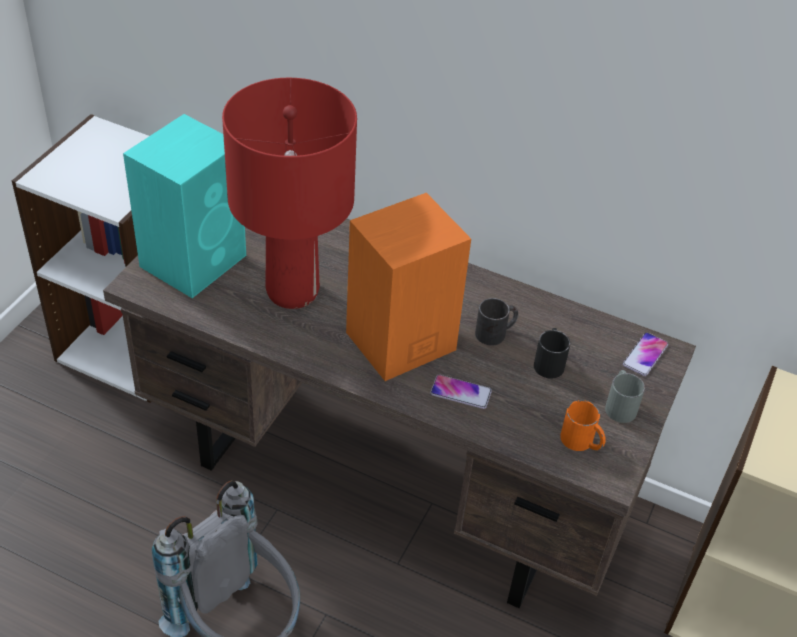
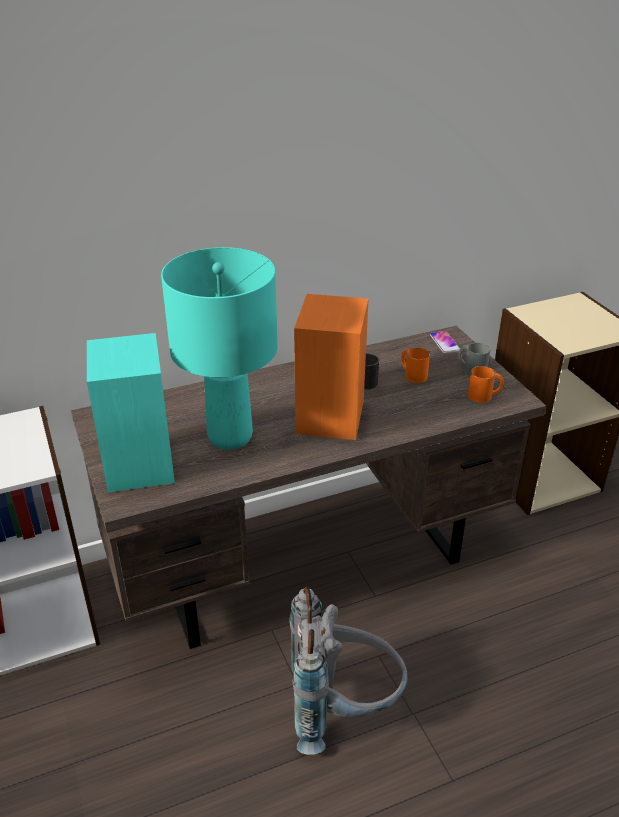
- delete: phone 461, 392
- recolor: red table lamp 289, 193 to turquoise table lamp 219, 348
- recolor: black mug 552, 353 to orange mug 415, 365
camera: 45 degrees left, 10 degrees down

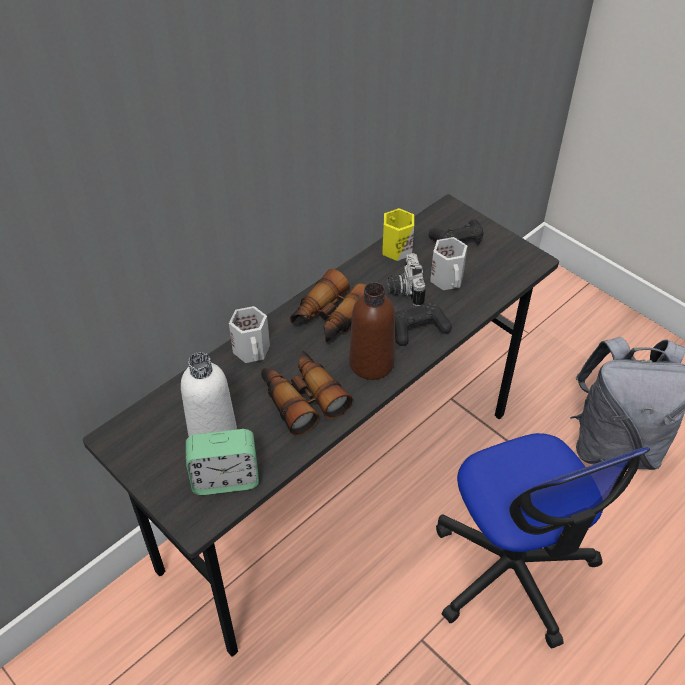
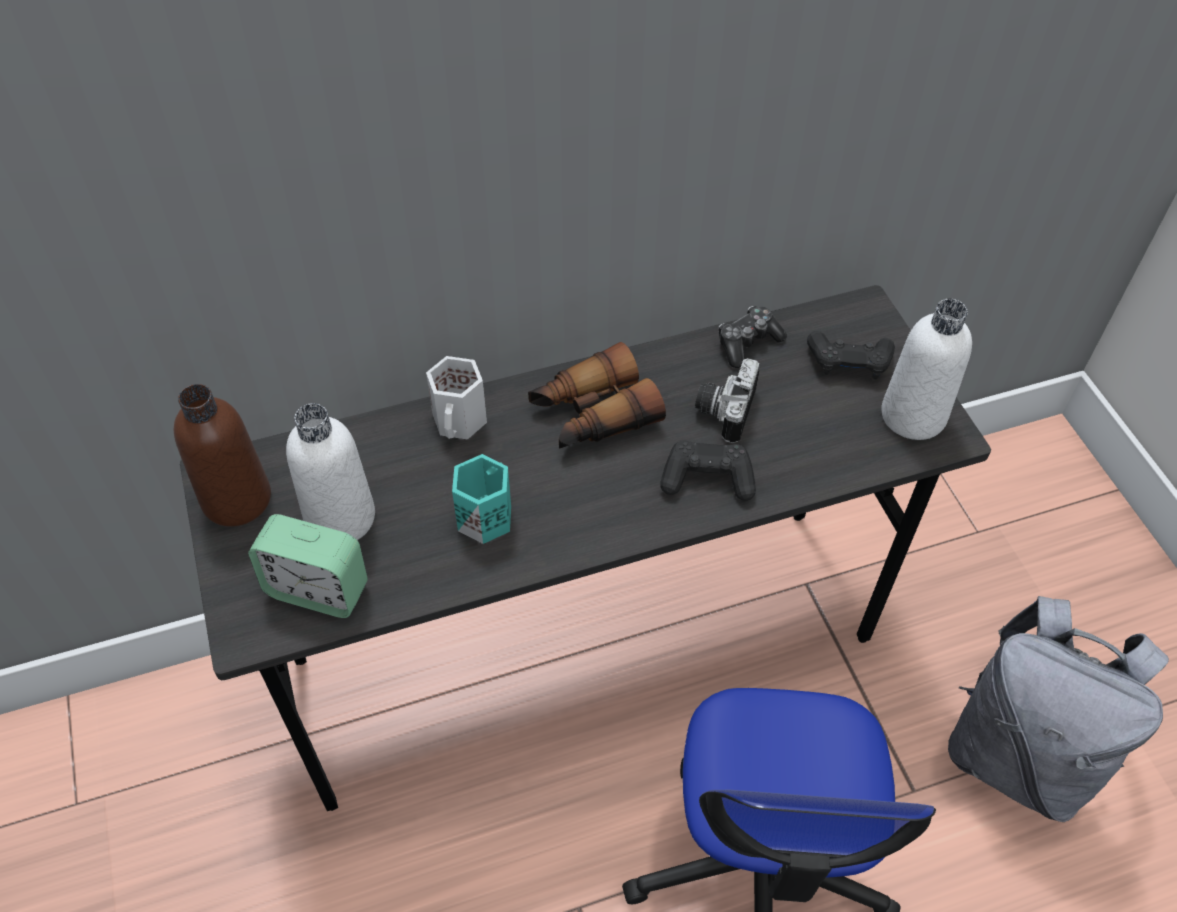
- delete: white mug 449, 263
- insert: white bottle 926, 369
- move: brown bottle 372, 331 to 222, 455
- replace: binoculars 307, 393 to turquoise mug 481, 499
- replace: yellow mug 398, 234 to game controller 752, 337
camera: 25 degrees right, 5 degrees up

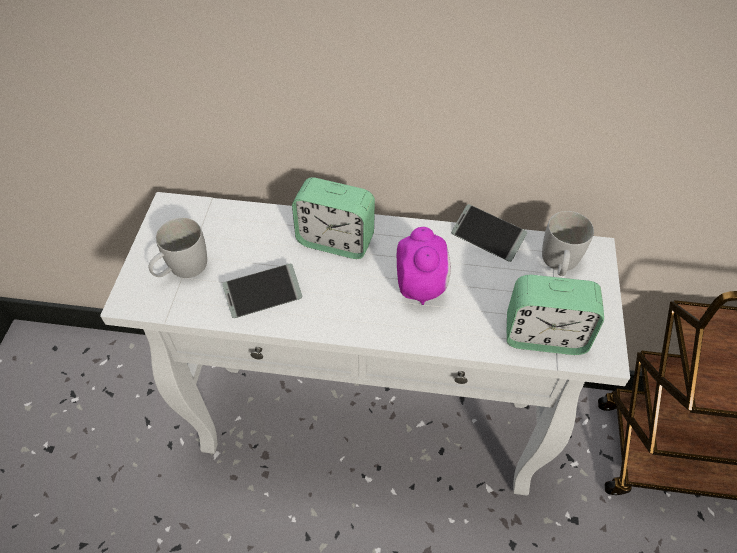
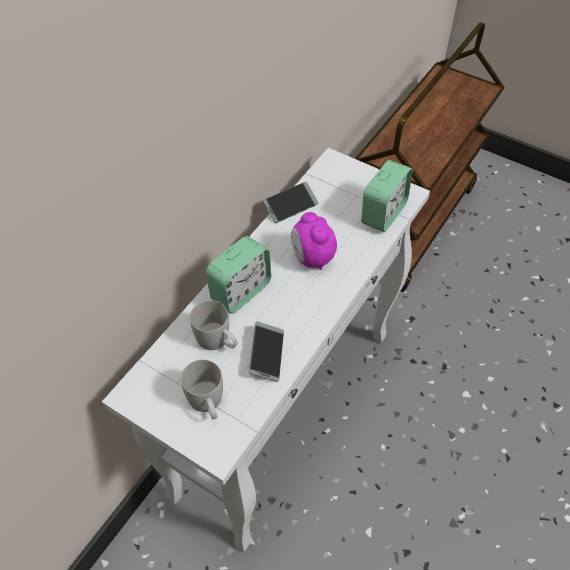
- move: white mug 568, 243 to 213, 325
- rotate: alarm clock 424, 266 = 314, 241 135 degrees counterclockwise
camera: 65 degrees left, 0 degrees up

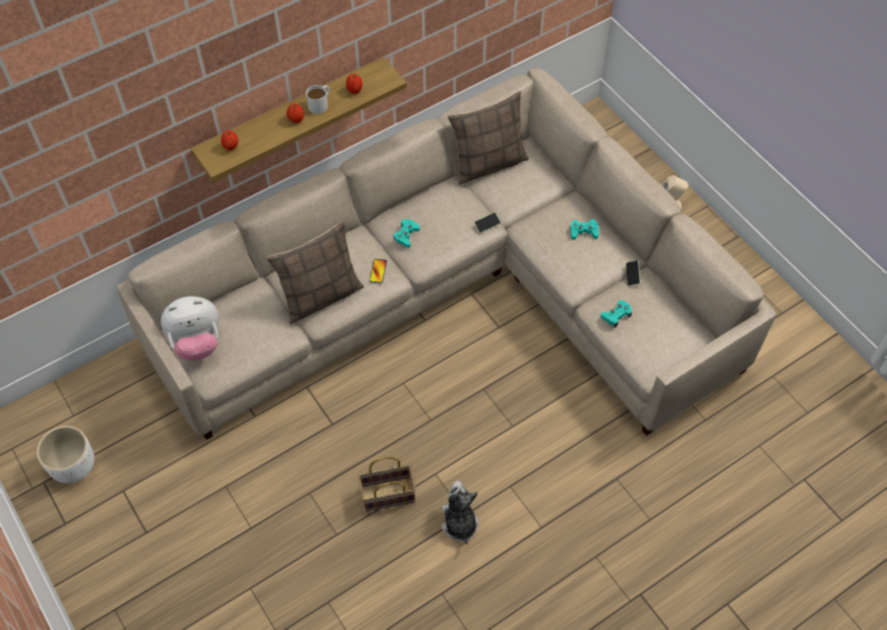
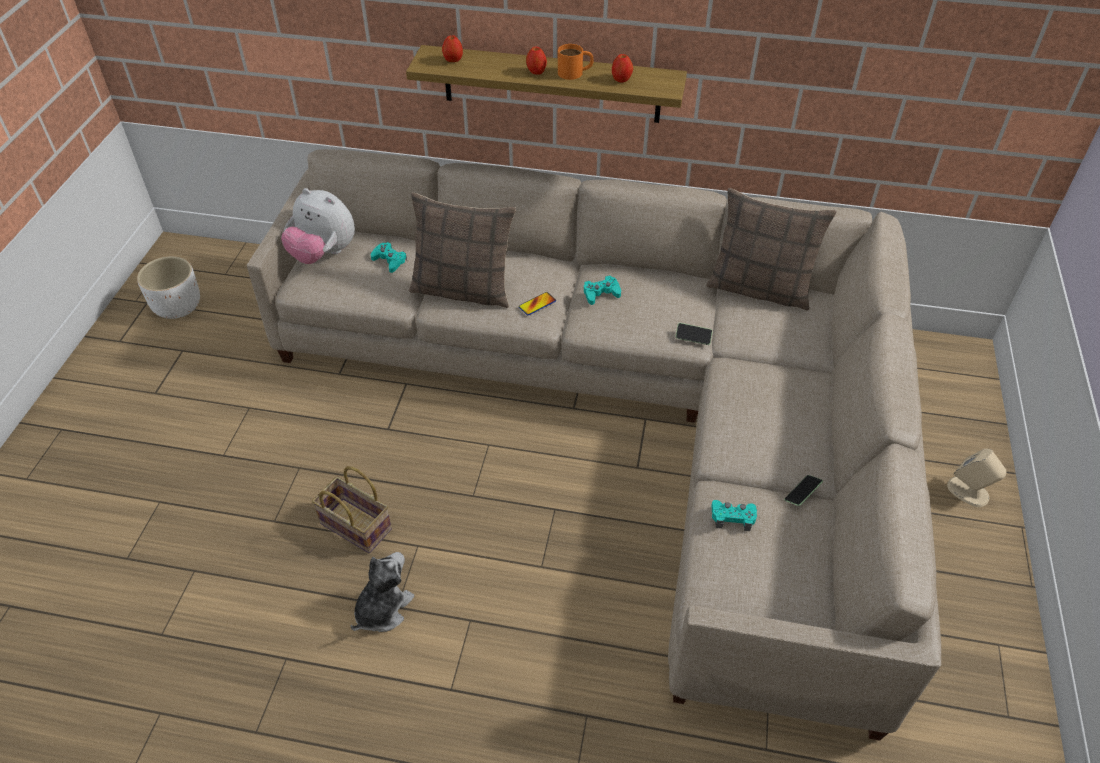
- move: turquoise game controller 584, 229 to 389, 257
- recolor: white mug 318, 99 to orange mug 576, 62
camera: 45 degrees right, 10 degrees down

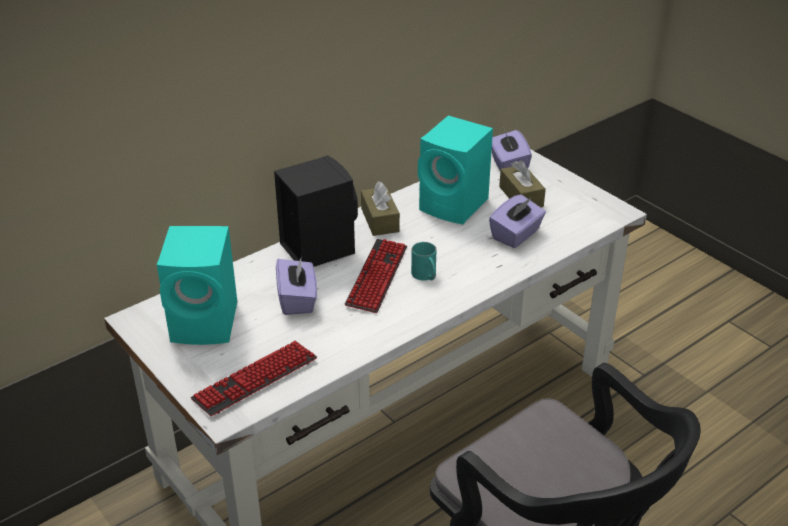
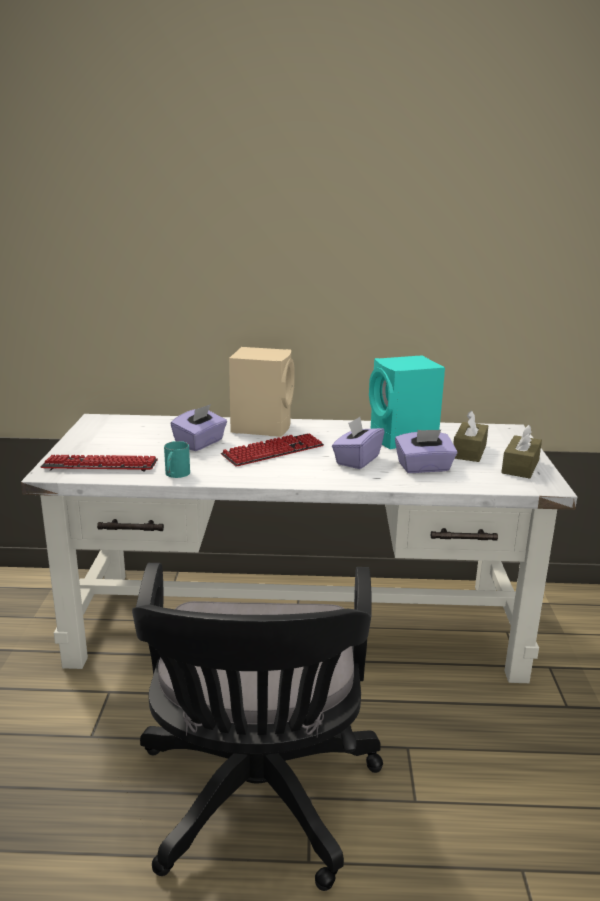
- delete: turquoise speaker 197, 285
- move: brown tissue box 380, 208 to 521, 452
- move: turquoise mug 424, 261 to 177, 459
- move: purple tissue box 512, 150 to 358, 443
- recolor: black speaker 316, 211 to beige speaker 262, 392
camera: 40 degrees right, 15 degrees down

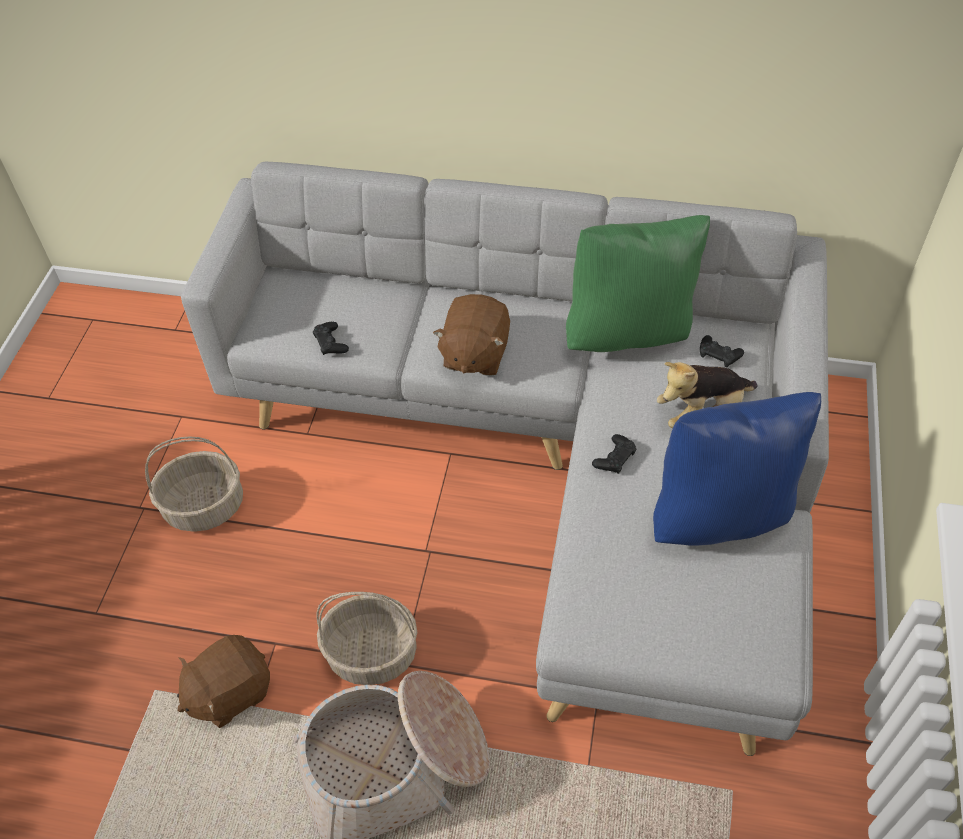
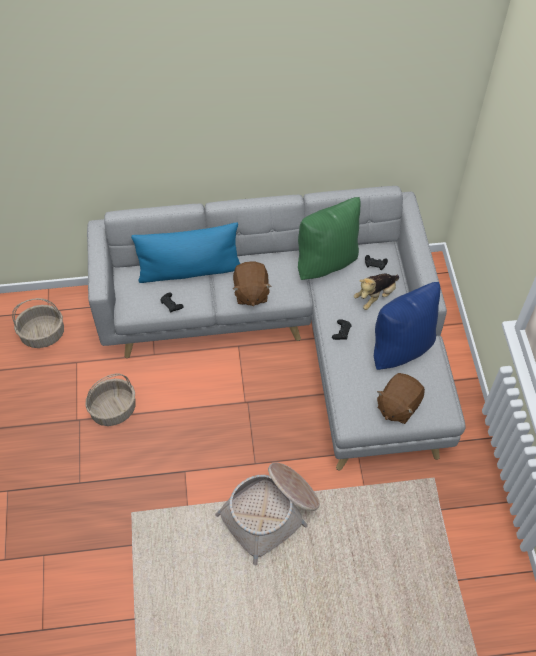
- insert: blue pillow 185, 253
- move: brown plush toy 223, 681 to 401, 398
- move: basket 366, 638 to 38, 323
camera: 20 degrees left, 5 degrees up

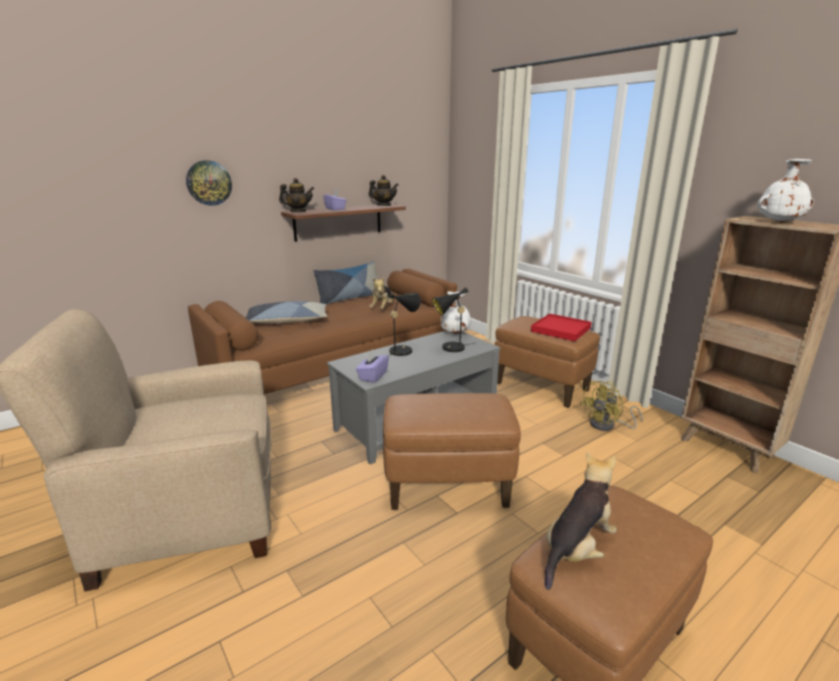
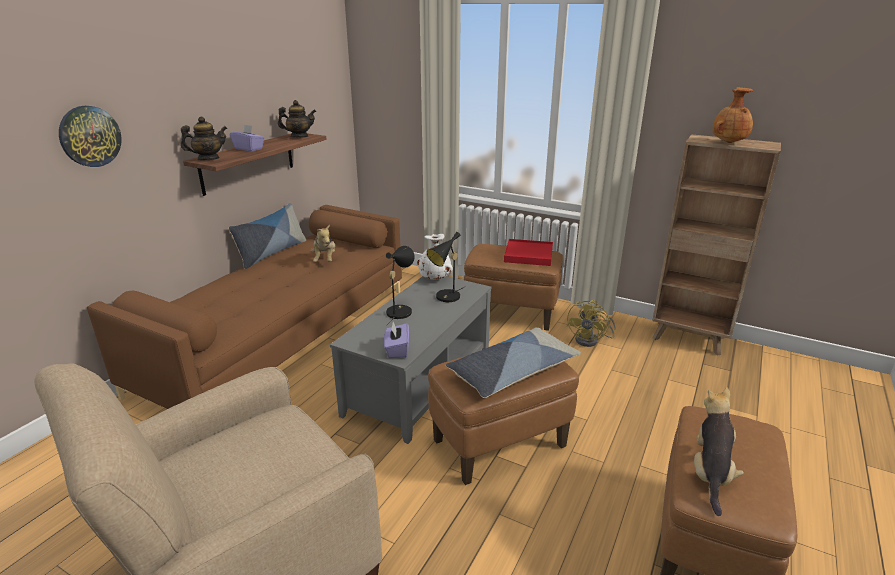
- move: pillow 286, 312 to 513, 362
- recolor: white vase 785, 191 to brown vase 732, 115
camera: 25 degrees left, 5 degrees up

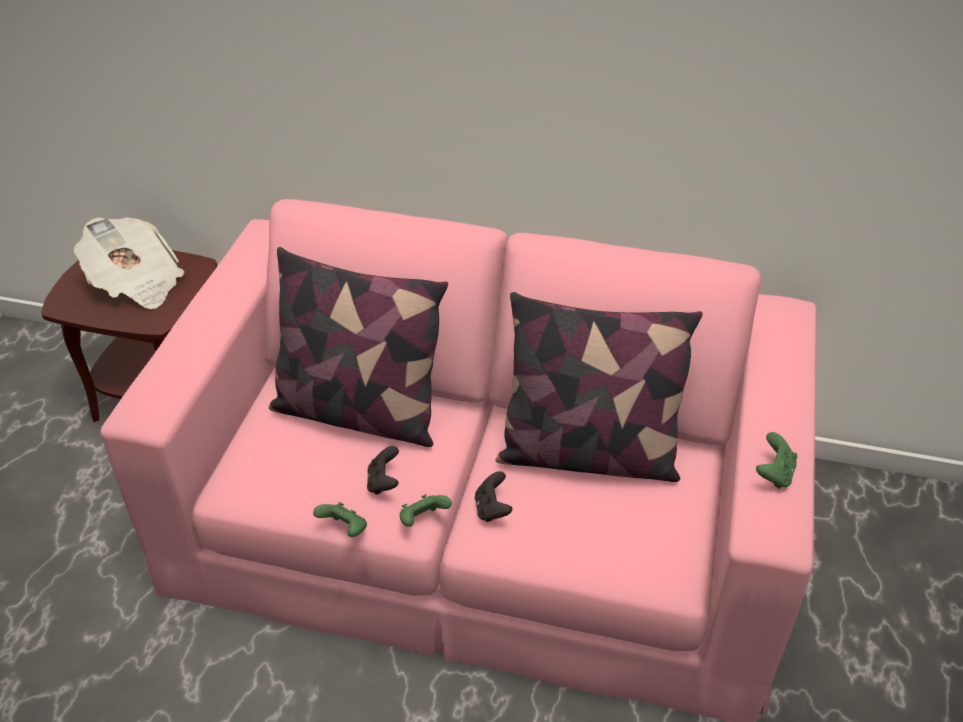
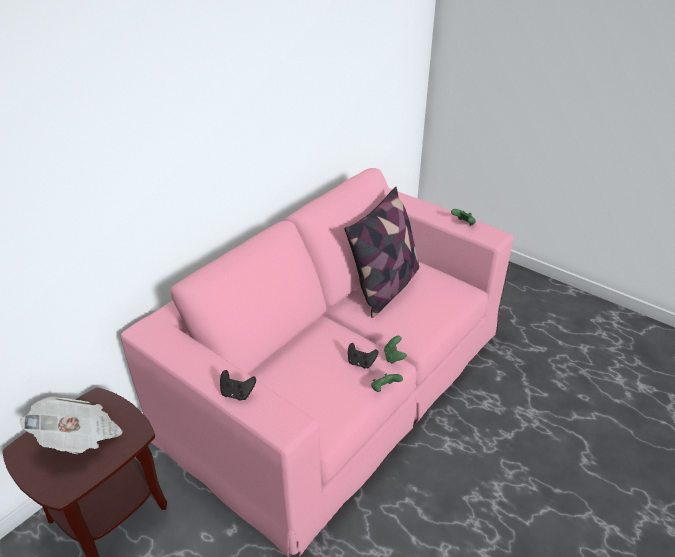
- delete: pillow 358, 347
- move: black game controller 493, 496 to 238, 385
camera: 65 degrees left, 5 degrees down

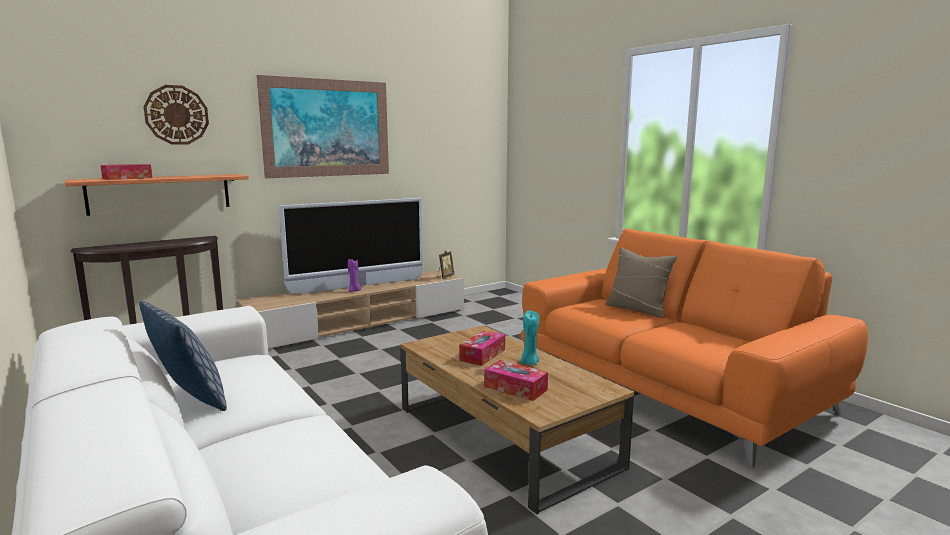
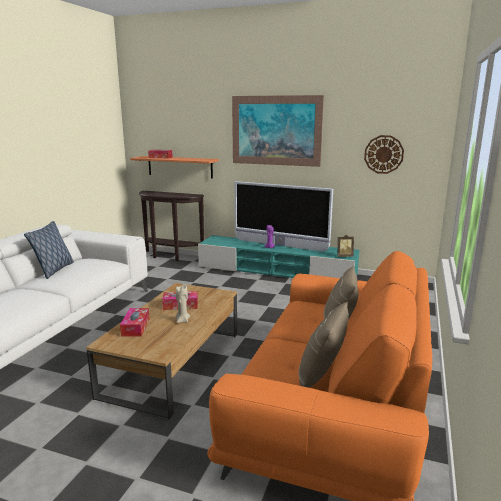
- insert: beige pillow 323, 345
- move: wall clock 176, 115 to 384, 154
- recolor: beige tv stand 350, 309 to turquoise tv stand 279, 256
- recolor: turquoise candle 530, 338 to beige candle 182, 303
camera: 55 degrees right, 5 degrees up

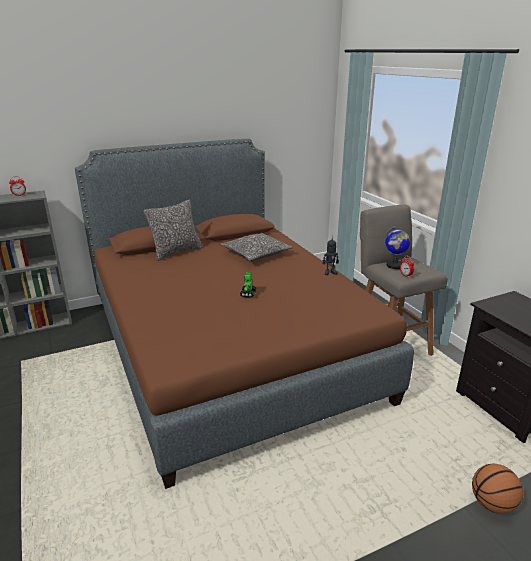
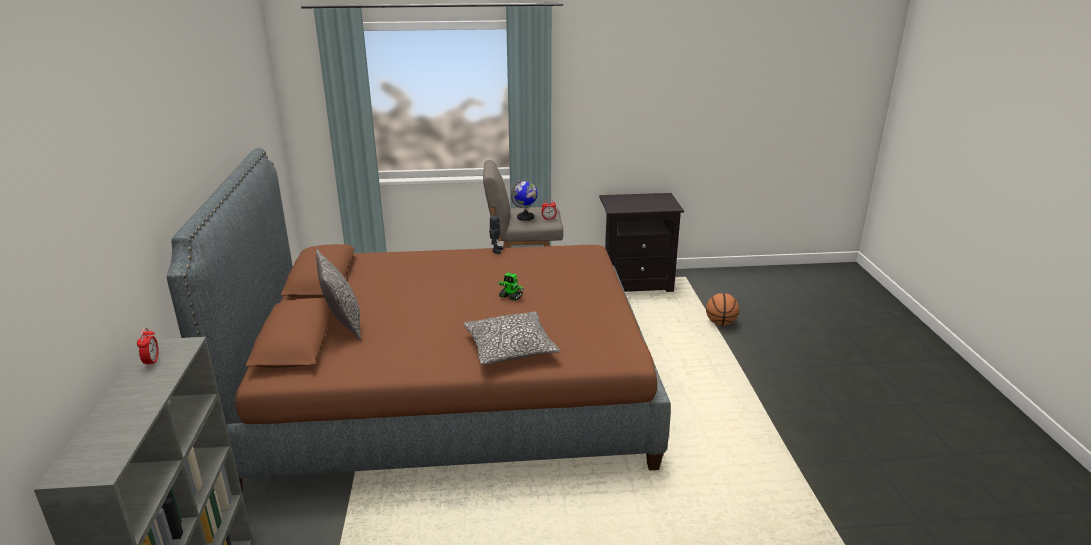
- move: pillow 257, 247 to 511, 338
camera: 70 degrees left, 0 degrees up

